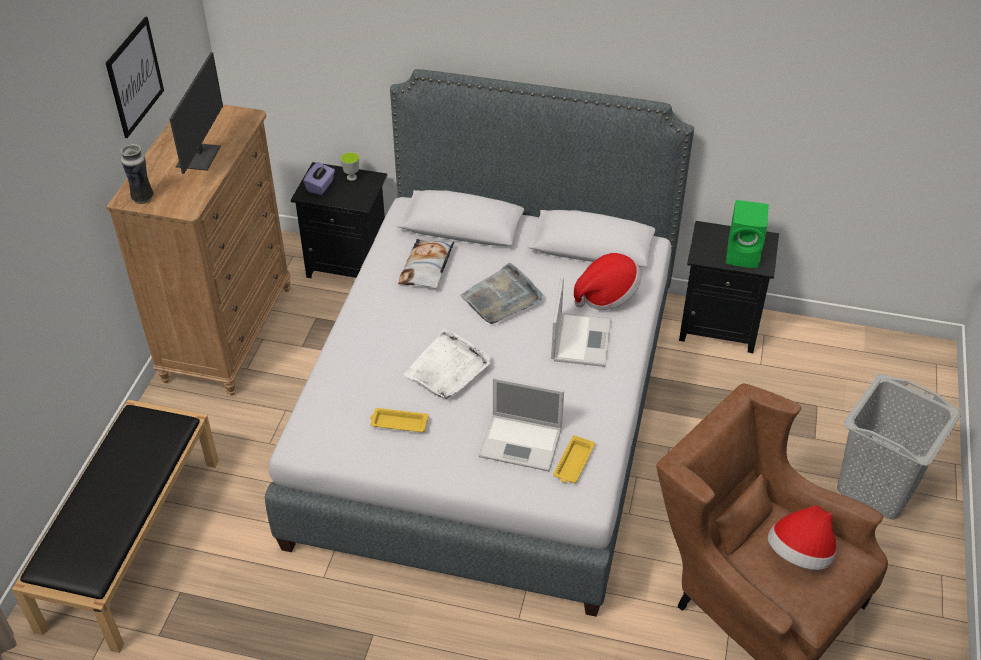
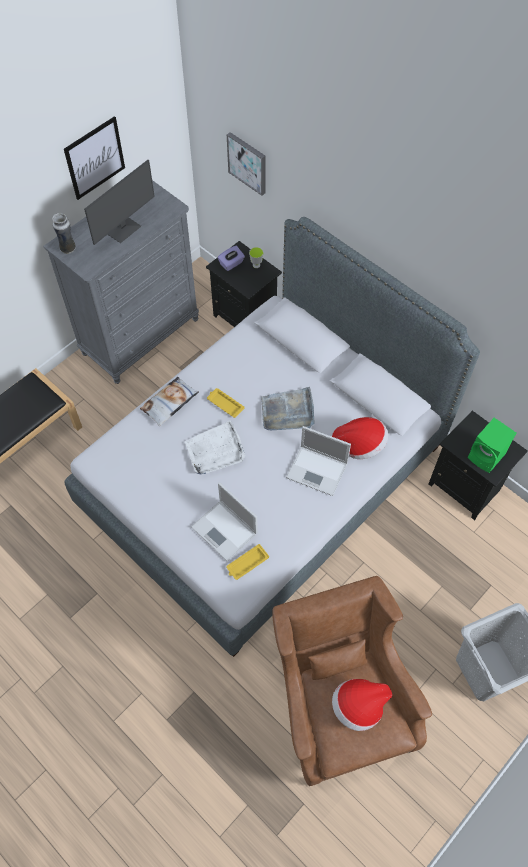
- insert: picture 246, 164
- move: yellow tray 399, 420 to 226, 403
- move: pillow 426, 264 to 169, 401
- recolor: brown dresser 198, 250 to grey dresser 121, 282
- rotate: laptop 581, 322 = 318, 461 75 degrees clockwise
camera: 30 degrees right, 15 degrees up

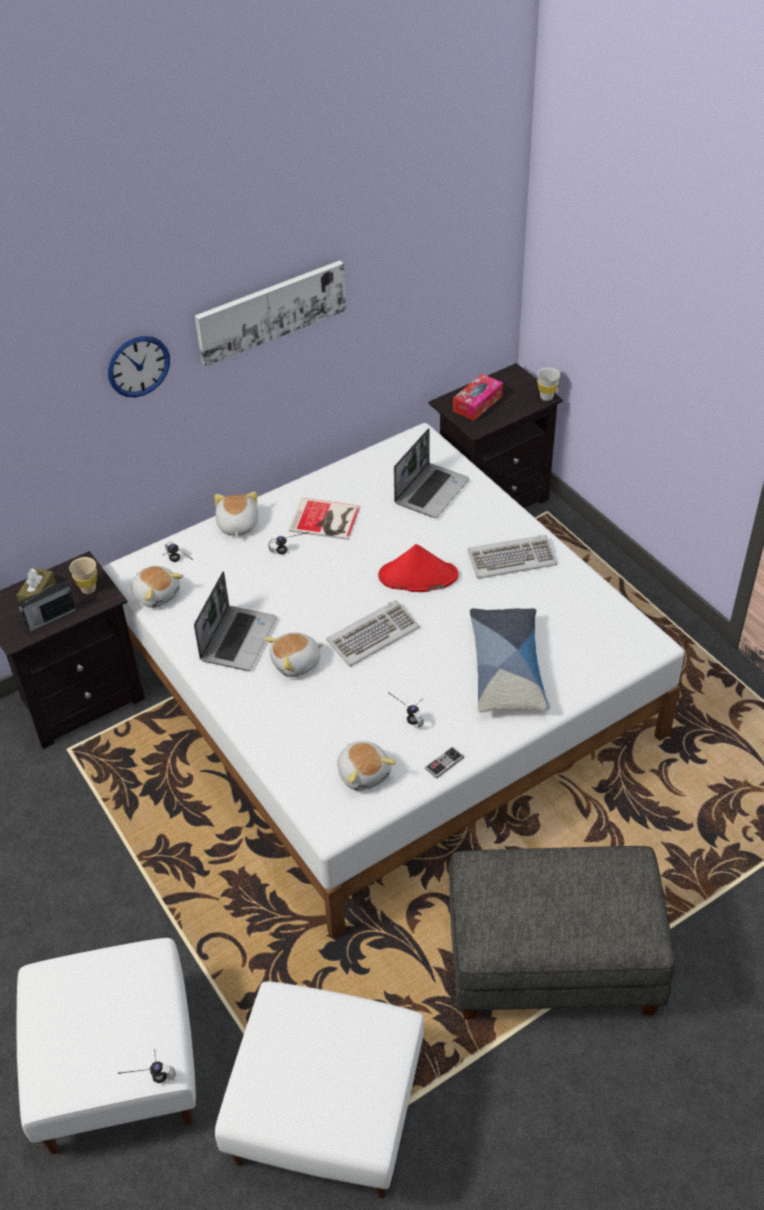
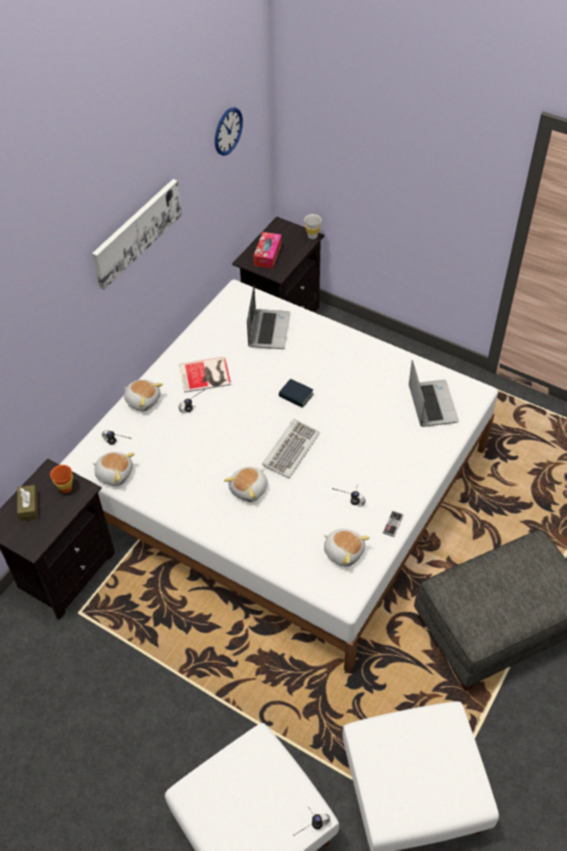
- delete: radio 47, 606
- delete: keyboard 512, 557
- delete: pillow 510, 660
- move: wall clock 139, 366 to 229, 131
- move: laptop 235, 621 to 434, 393
- replace: red hat 418, 568 to book 296, 393
- recolor: beige cup 83, 575 to orange cup 61, 479
- rotate: plush toy 236, 515 = 143, 395 150 degrees clockwise
camera: 25 degrees left, 5 degrees up

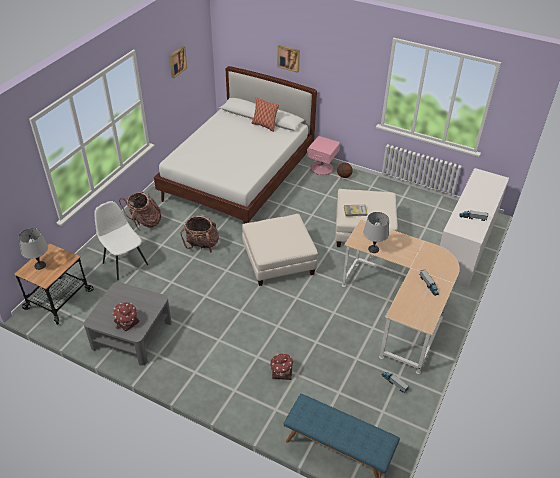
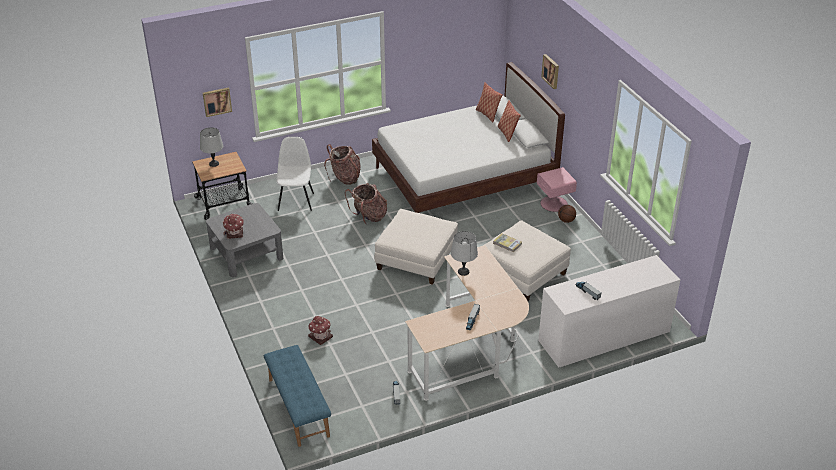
- insert: pillow 489, 102
- move: picture 178, 62 to 217, 102
camera: 40 degrees right, 5 degrees down

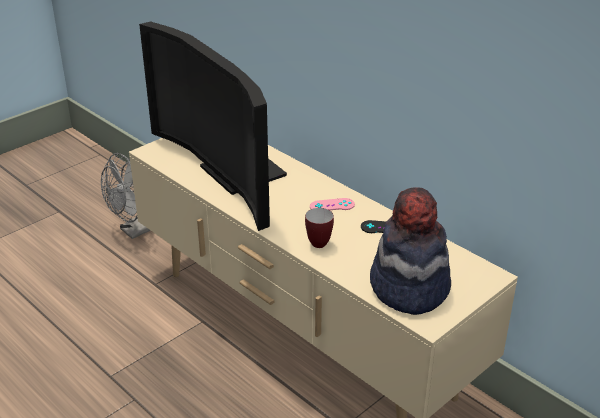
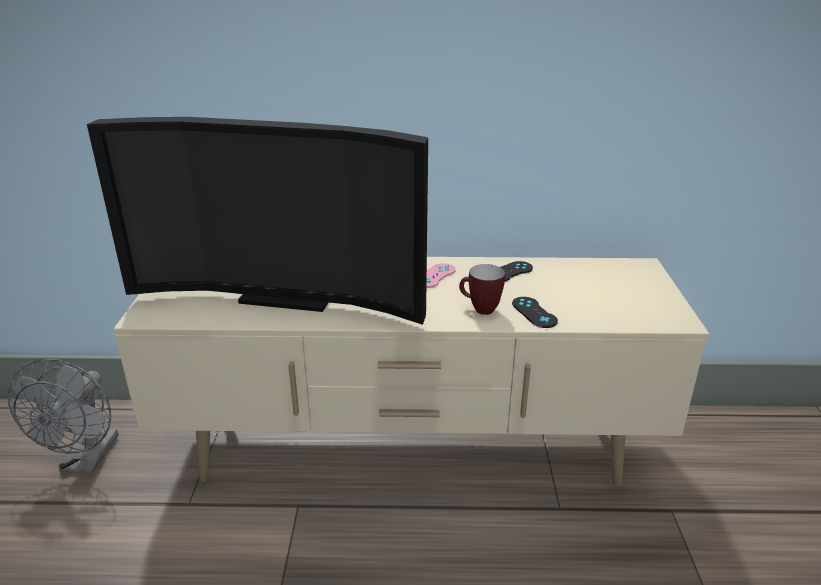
- delete: hat 410, 251
- insert: black game controller 535, 312
camera: 45 degrees left, 5 degrees down

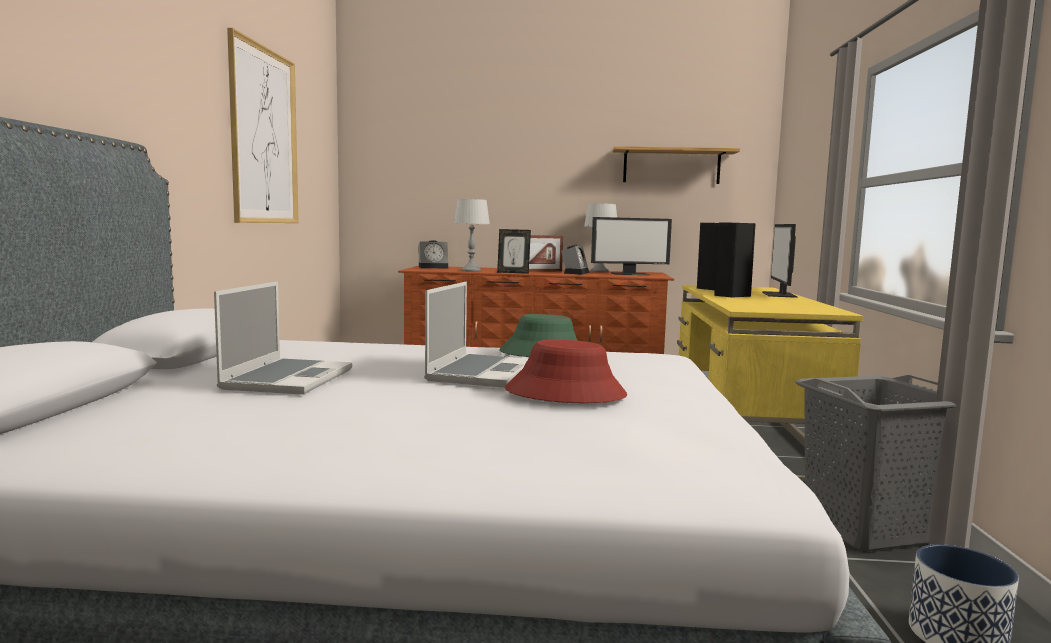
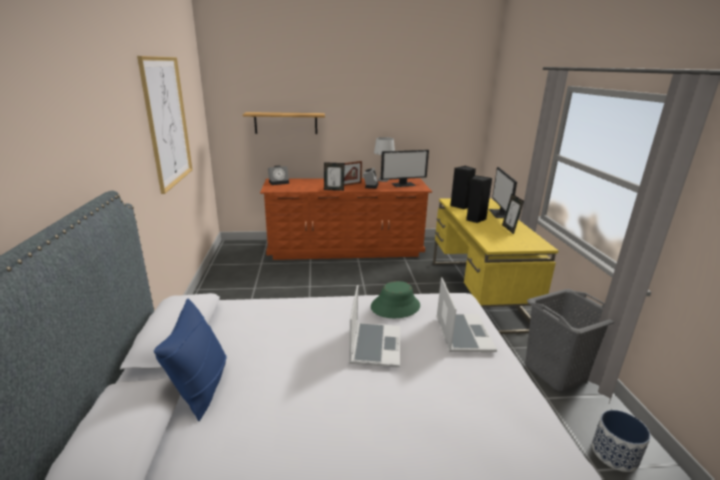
- delete: grey table lamp 472, 235
- delete: red hat 566, 371
- insert: blue pillow 190, 359
- insert: picture frame 513, 213
- move: laptop 283, 338 to 466, 314
- move: shelf 676, 165 to 284, 123
camera: 10 degrees left, 15 degrees up

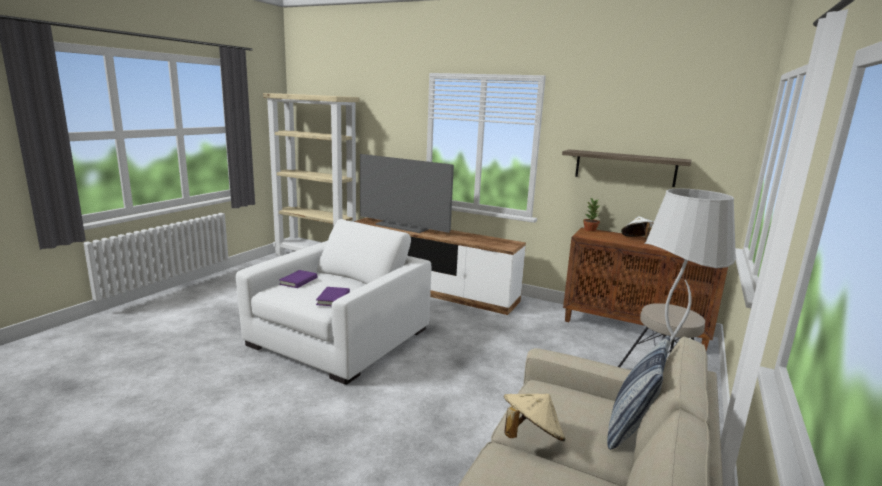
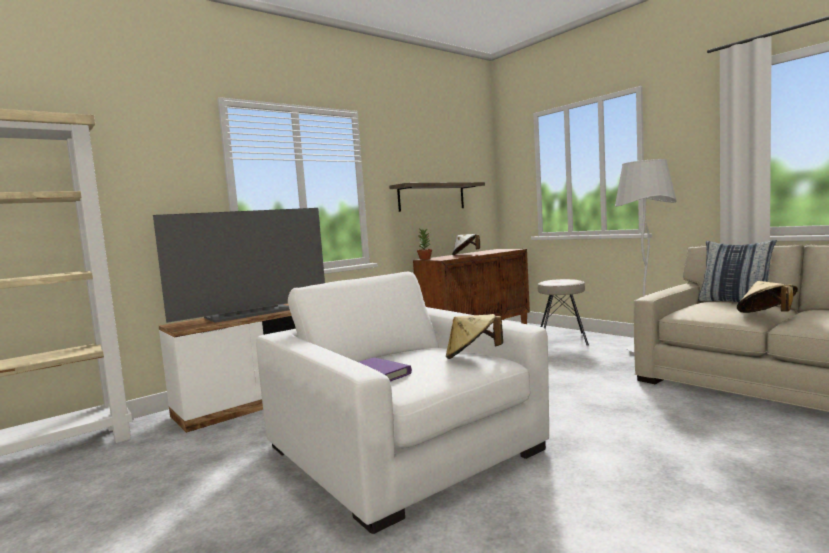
- replace: purple book 333, 296 to beige hat 474, 336
camera: 65 degrees left, 10 degrees down

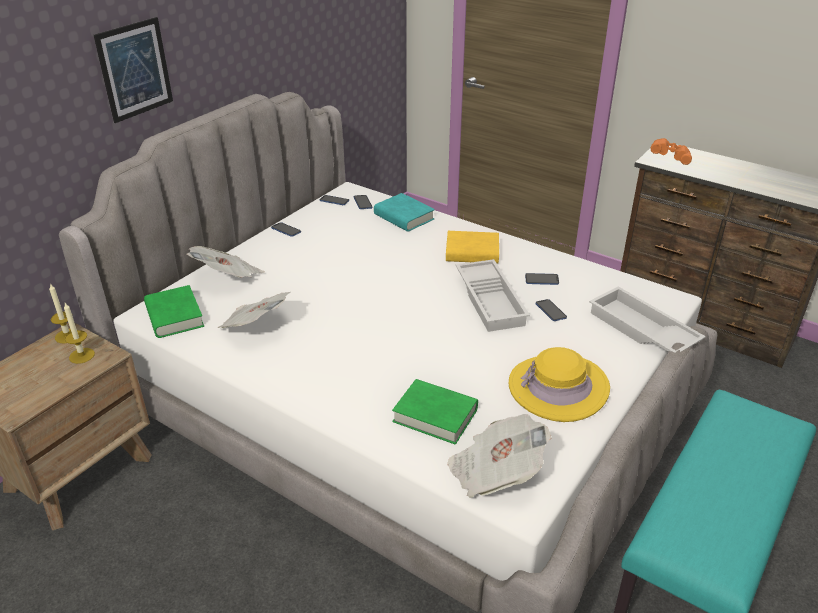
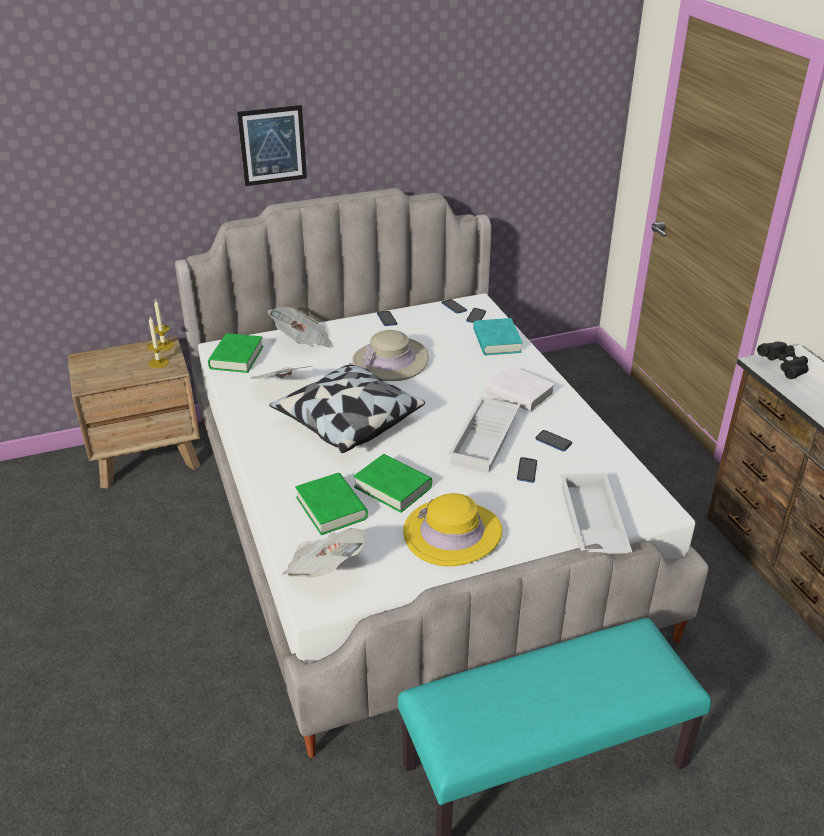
- insert: pillow 347, 408
- insert: beige hat 390, 355
- insert: green book 392, 483
- recolor: yellow book 472, 247 to white book 520, 389
- recolor: orange binoculars 671, 151 to black binoculars 783, 360
camera: 35 degrees right, 0 degrees up

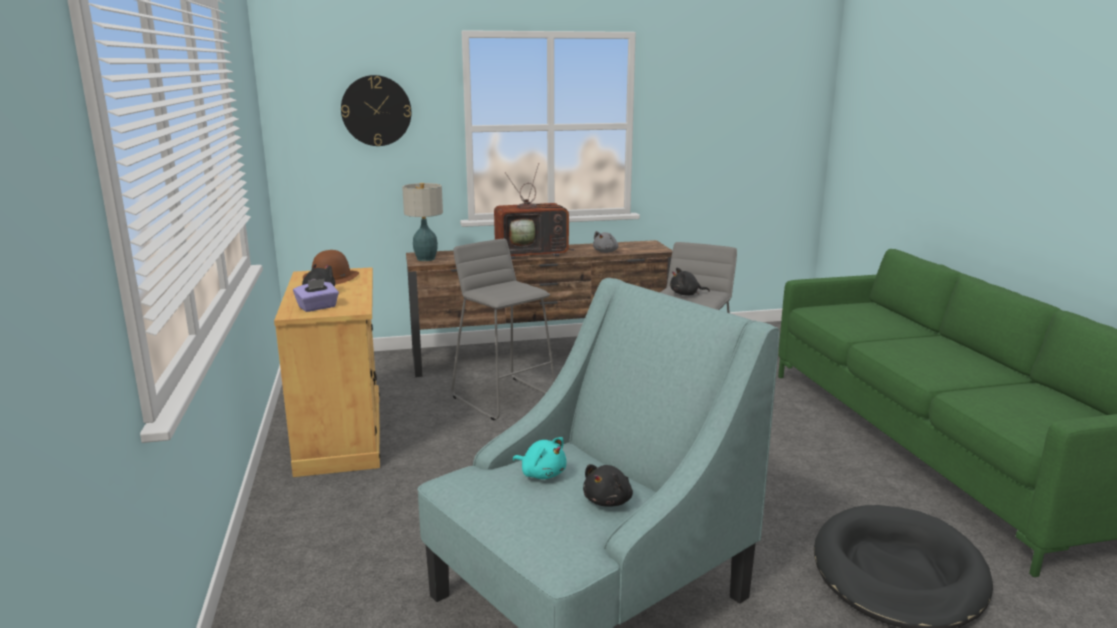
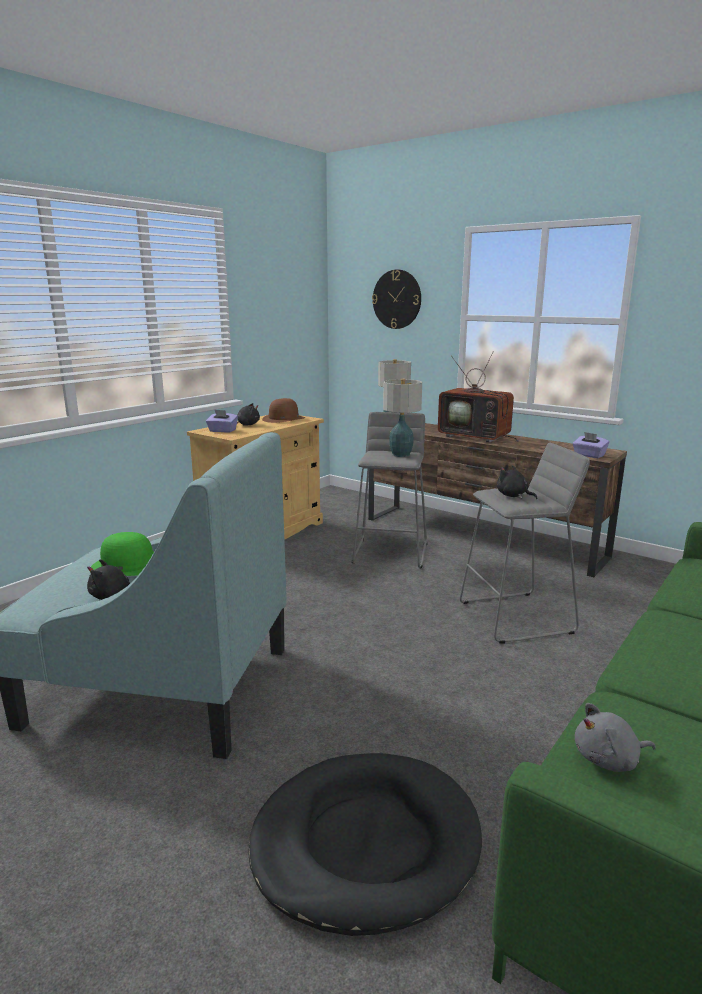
- insert: table lamp 402, 418
- insert: purple tissue box 590, 445
- move: grey plush toy 605, 242 to 615, 737
- replace: turquoise plush toy 540, 458 to green hat 122, 554
camera: 50 degrees right, 0 degrees up

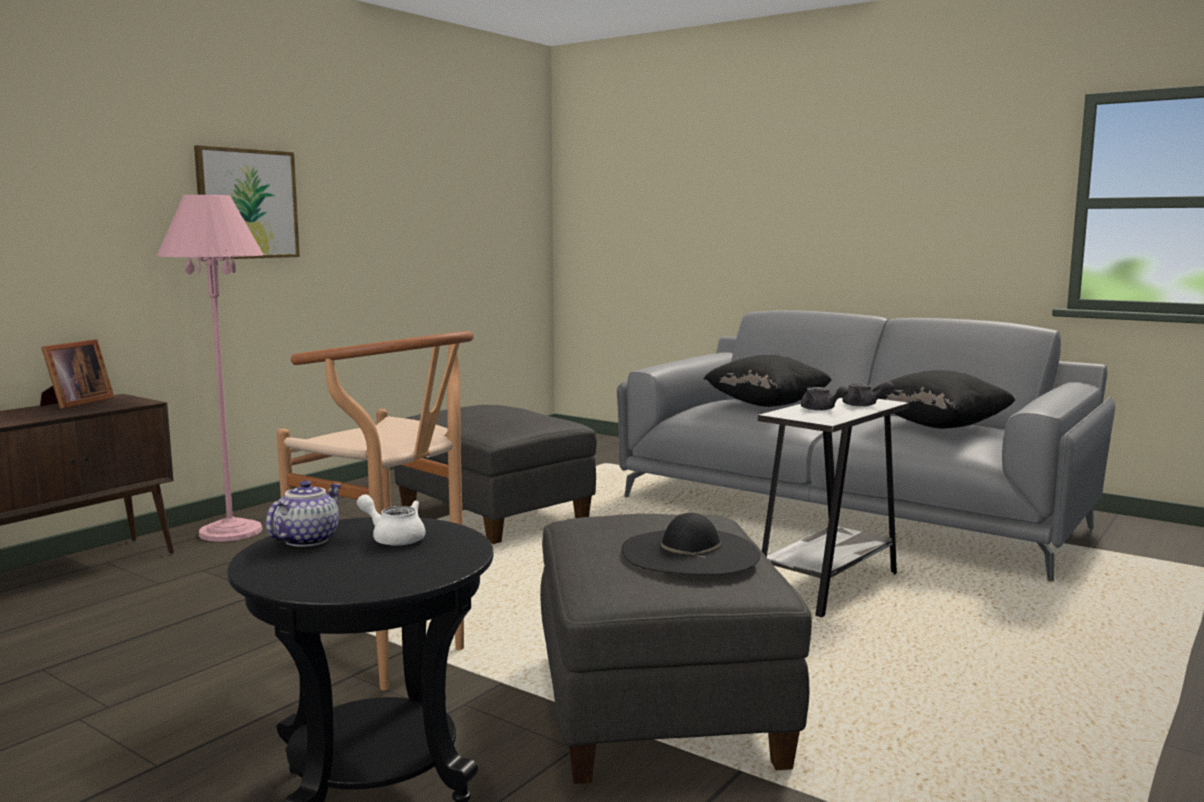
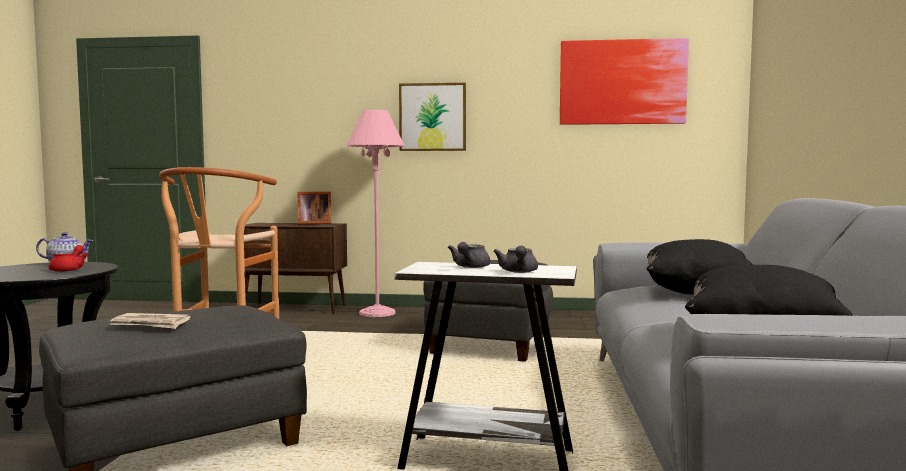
- insert: picture 624, 81
- replace: black hat 691, 544 to newspaper 150, 321
- recolor: white teapot 391, 520 to red teapot 68, 258
camera: 60 degrees right, 5 degrees down

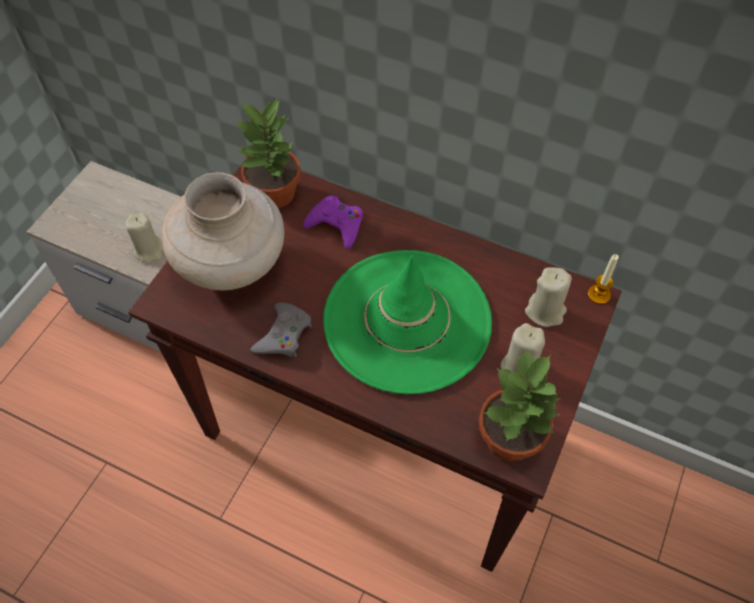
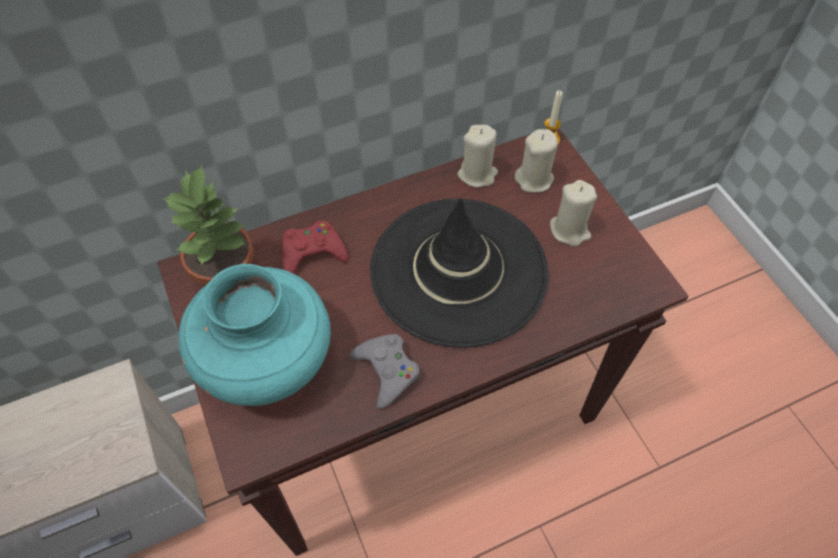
- delete: potted plant 520, 404
- move: beige candle 144, 238 to 478, 156
- recolor: beige vase 223, 231 to turquoise vase 254, 335
- recolor: purple game controller 333, 222 to red game controller 315, 247
- recolor: green hat 407, 322 to black hat 459, 273
camera: 50 degrees left, 0 degrees up

